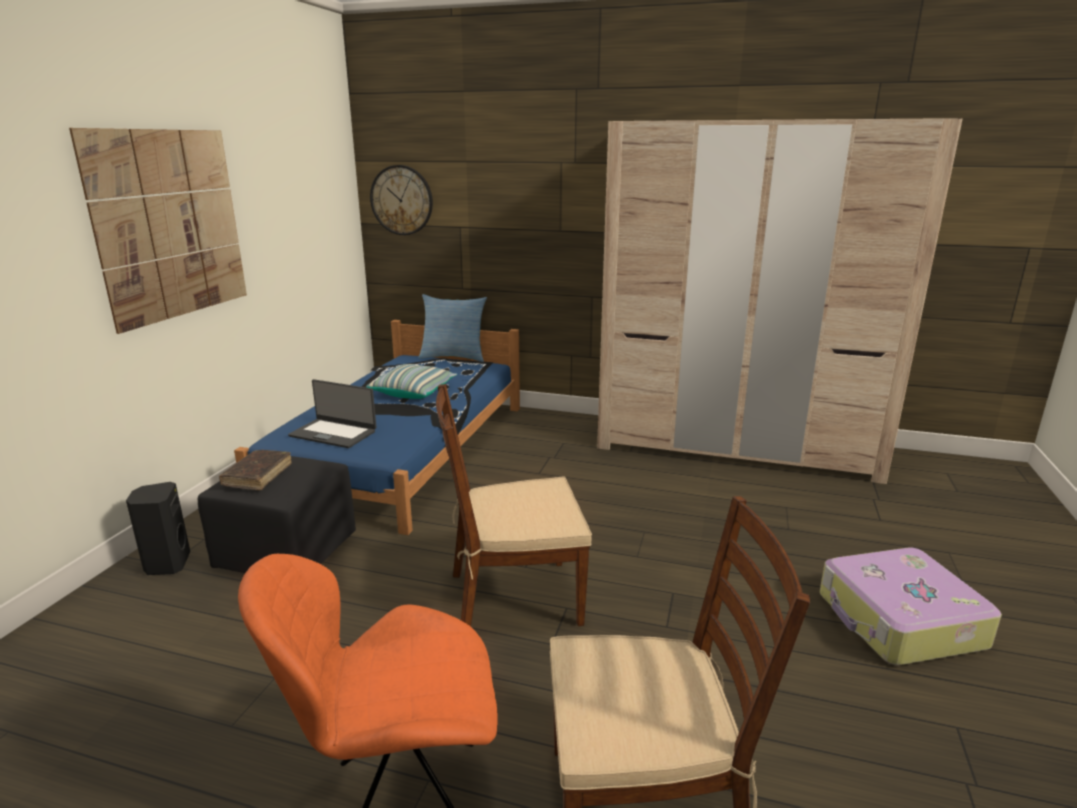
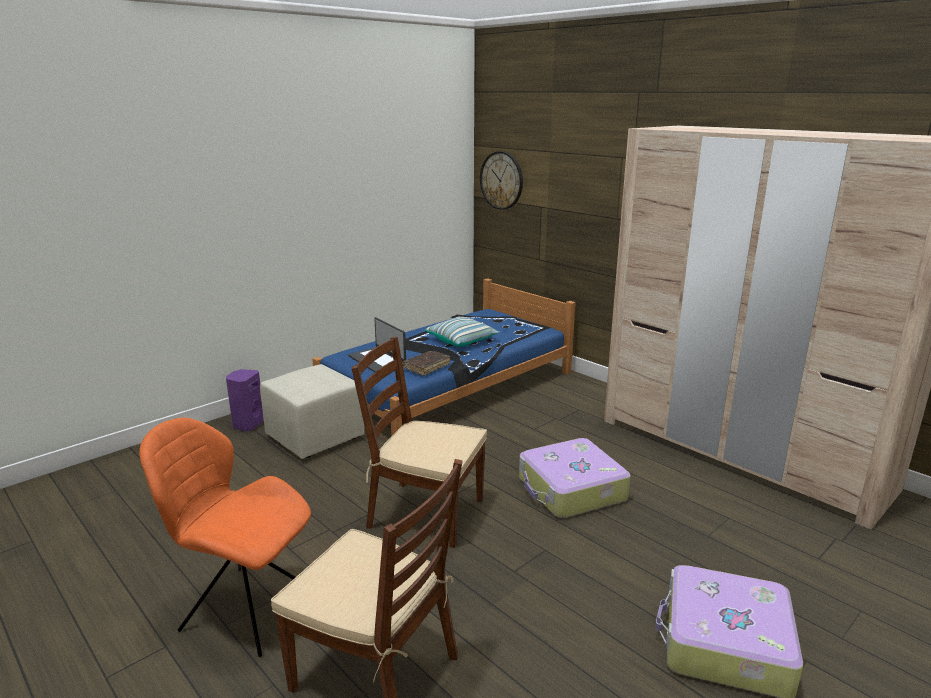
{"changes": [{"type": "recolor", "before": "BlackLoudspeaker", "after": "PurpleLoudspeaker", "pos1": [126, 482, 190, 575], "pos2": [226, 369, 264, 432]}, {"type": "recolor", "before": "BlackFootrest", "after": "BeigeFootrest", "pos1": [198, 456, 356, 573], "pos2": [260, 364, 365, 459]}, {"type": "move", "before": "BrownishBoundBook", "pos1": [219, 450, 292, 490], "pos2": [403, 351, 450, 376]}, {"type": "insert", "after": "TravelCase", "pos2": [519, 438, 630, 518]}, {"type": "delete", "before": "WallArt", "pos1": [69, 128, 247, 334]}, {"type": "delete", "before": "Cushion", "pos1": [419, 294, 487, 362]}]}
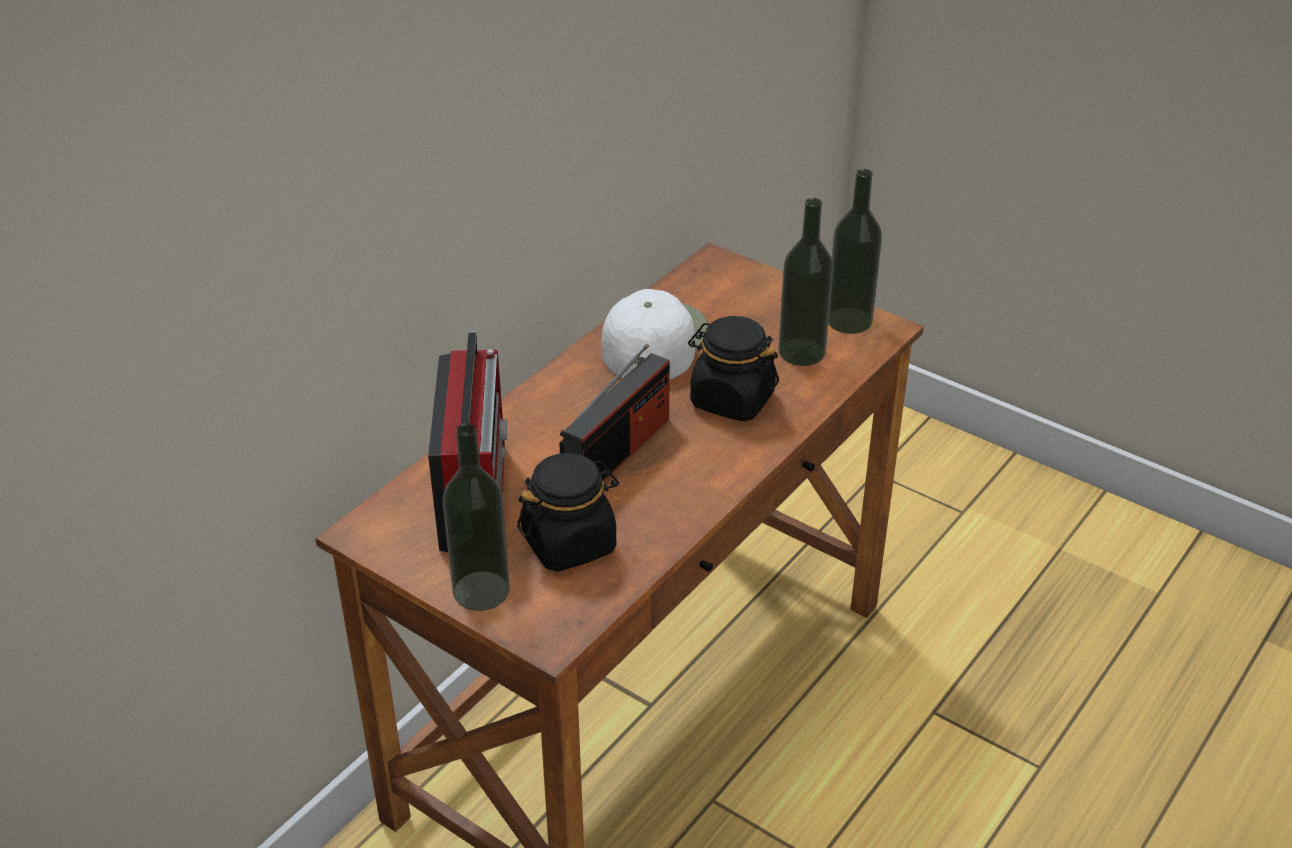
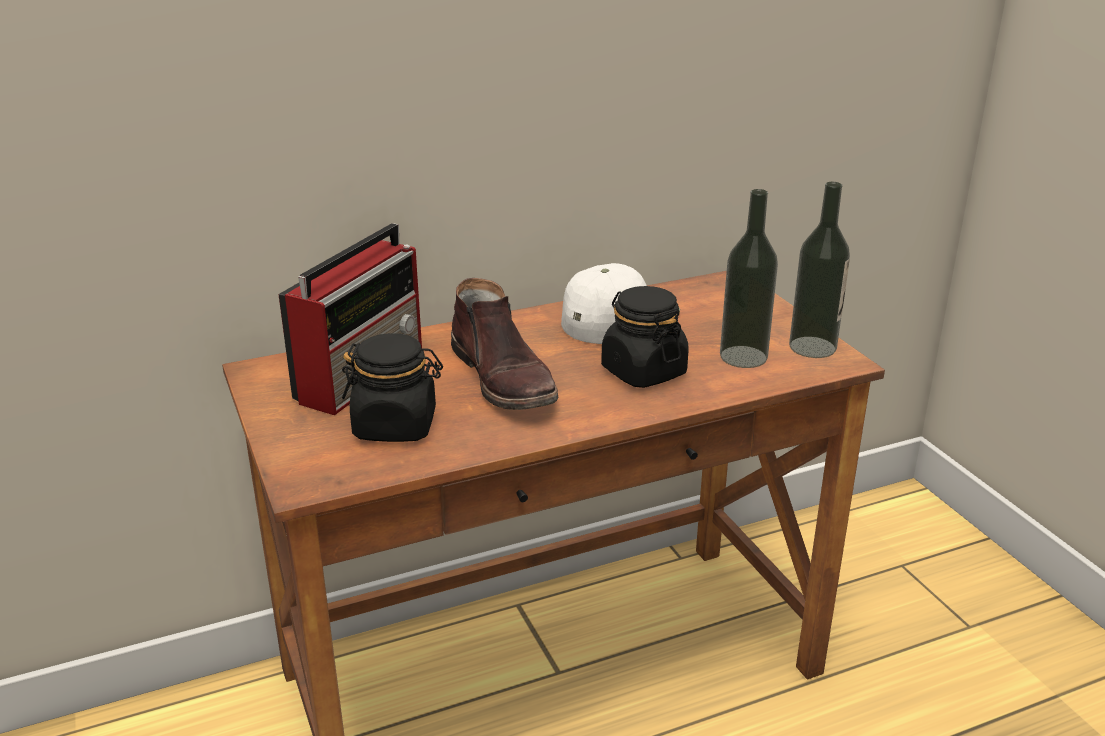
{"changes": [{"type": "replace", "before": "RadioSet", "after": "BrownishHighTopBoot", "pos1": [559, 344, 670, 481], "pos2": [451, 278, 558, 410]}, {"type": "delete", "before": "DrinkBottle", "pos1": [443, 423, 510, 611]}]}
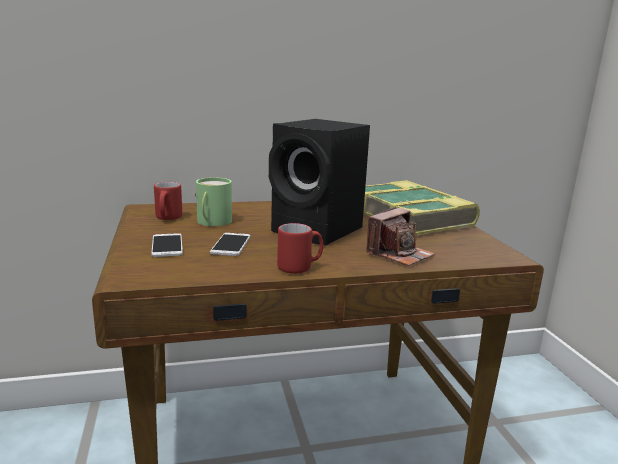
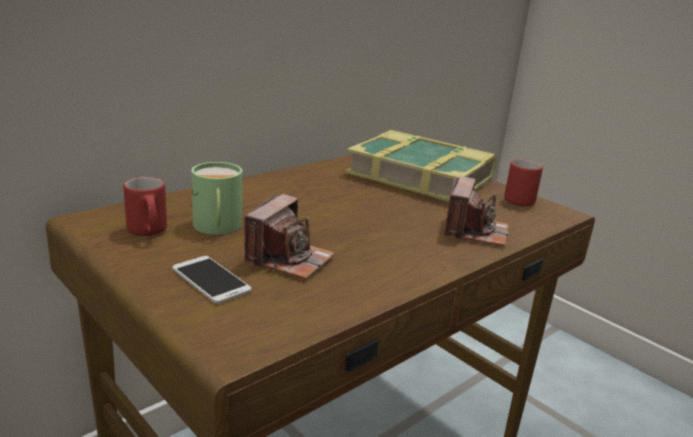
{"changes": [{"type": "replace", "before": "Phone", "after": "StillCamera", "pos1": [210, 233, 250, 256], "pos2": [244, 193, 335, 279]}, {"type": "move", "before": "RedColouredMug", "pos1": [277, 223, 323, 274], "pos2": [504, 159, 543, 206]}, {"type": "delete", "before": "BlackLoudspeaker", "pos1": [269, 119, 370, 246]}]}
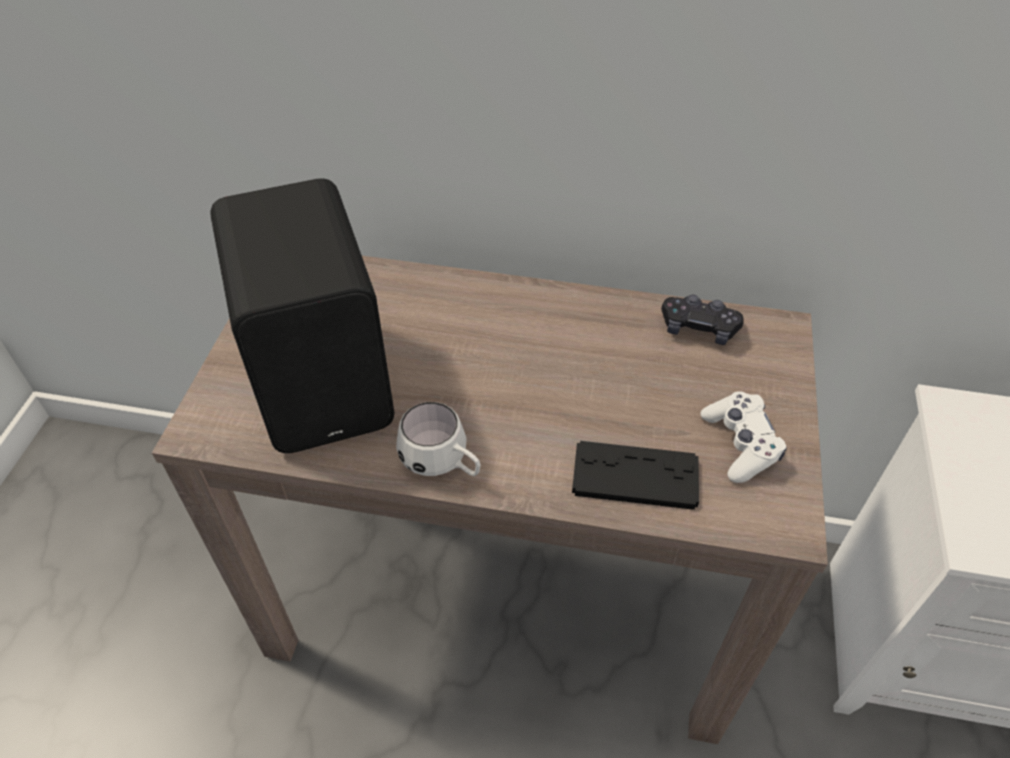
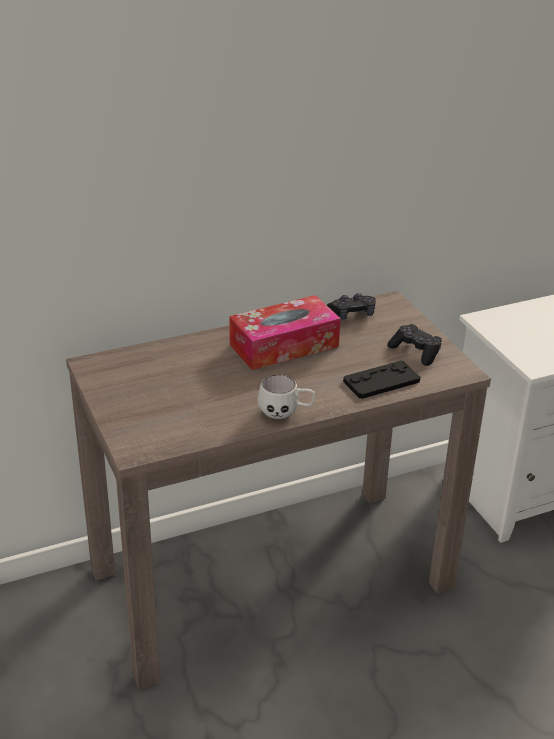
{"changes": [{"type": "insert", "after": "TissueHolder", "pos2": [229, 295, 341, 370]}, {"type": "recolor", "before": "WhiteColouredJoypad", "after": "BlackJoypad", "pos1": [700, 391, 787, 483], "pos2": [387, 324, 442, 366]}, {"type": "delete", "before": "BlackLoudspeaker", "pos1": [210, 178, 394, 453]}]}
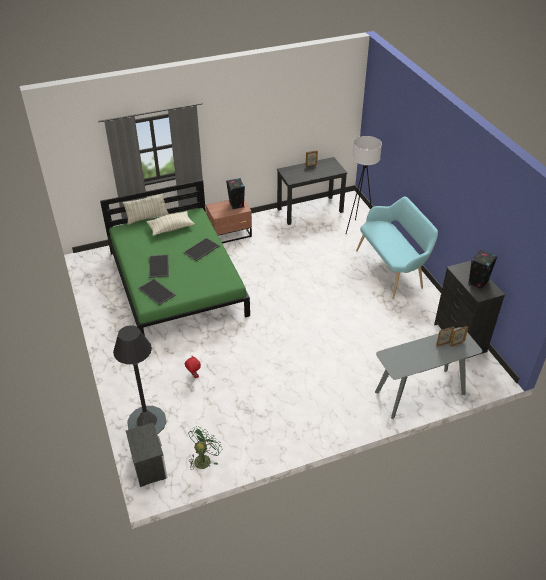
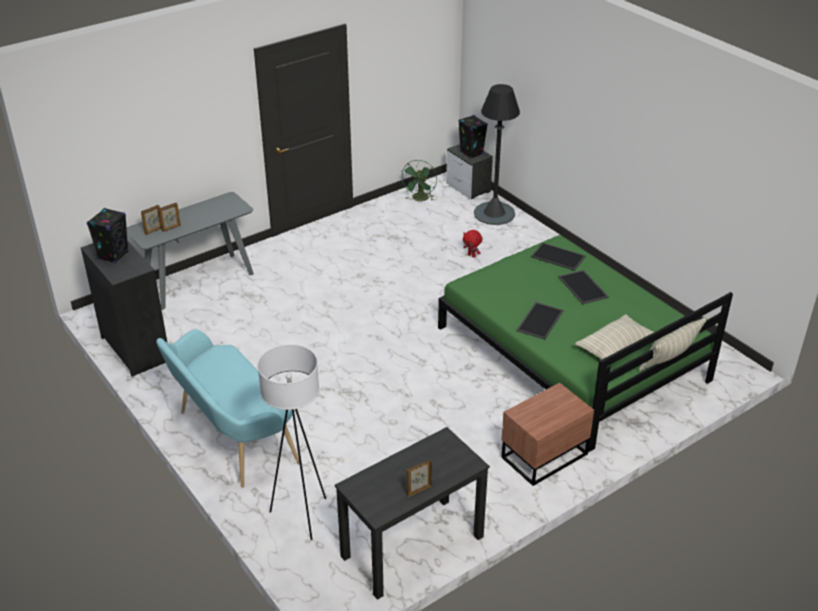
{"changes": [{"type": "move", "before": "BlackLoudspeaker", "pos1": [226, 178, 245, 210], "pos2": [458, 115, 488, 159]}]}
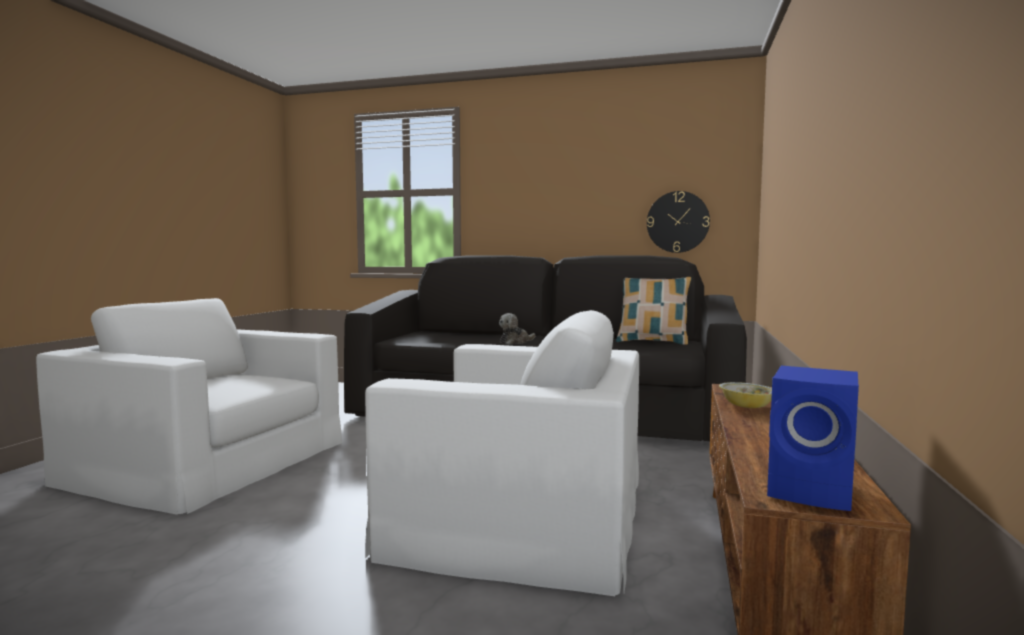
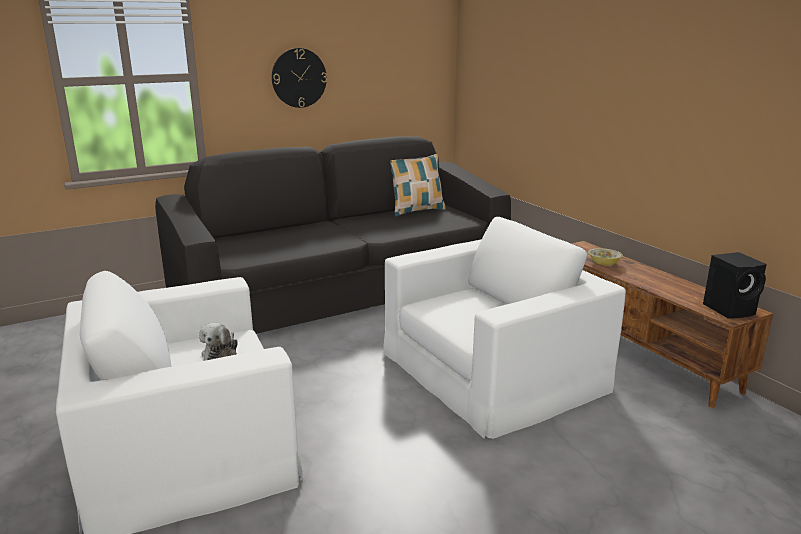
{"changes": [{"type": "move", "before": "PlushToy", "pos1": [499, 313, 535, 344], "pos2": [199, 323, 238, 361]}, {"type": "move", "before": "WallClock", "pos1": [647, 191, 710, 253], "pos2": [272, 48, 327, 108]}, {"type": "recolor", "before": "BlueLoudspeaker", "after": "BlackLoudspeaker", "pos1": [767, 366, 859, 511], "pos2": [703, 252, 767, 319]}]}
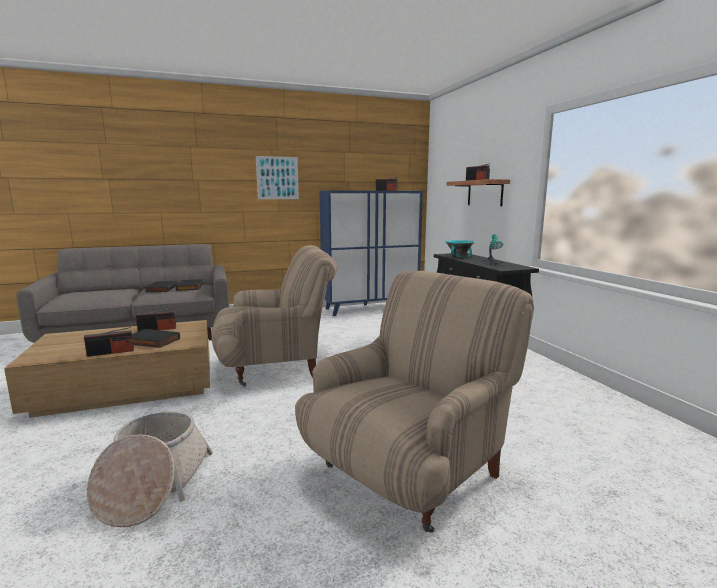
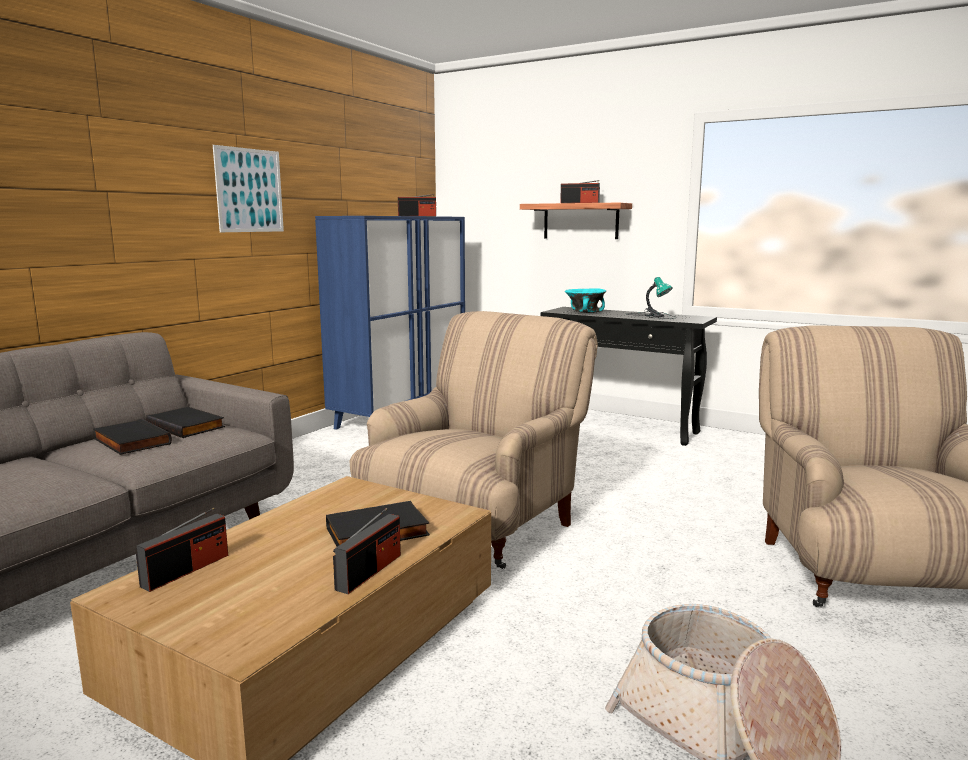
{"changes": [{"type": "move", "before": "RadioSet", "pos1": [136, 308, 176, 332], "pos2": [136, 508, 228, 592]}]}
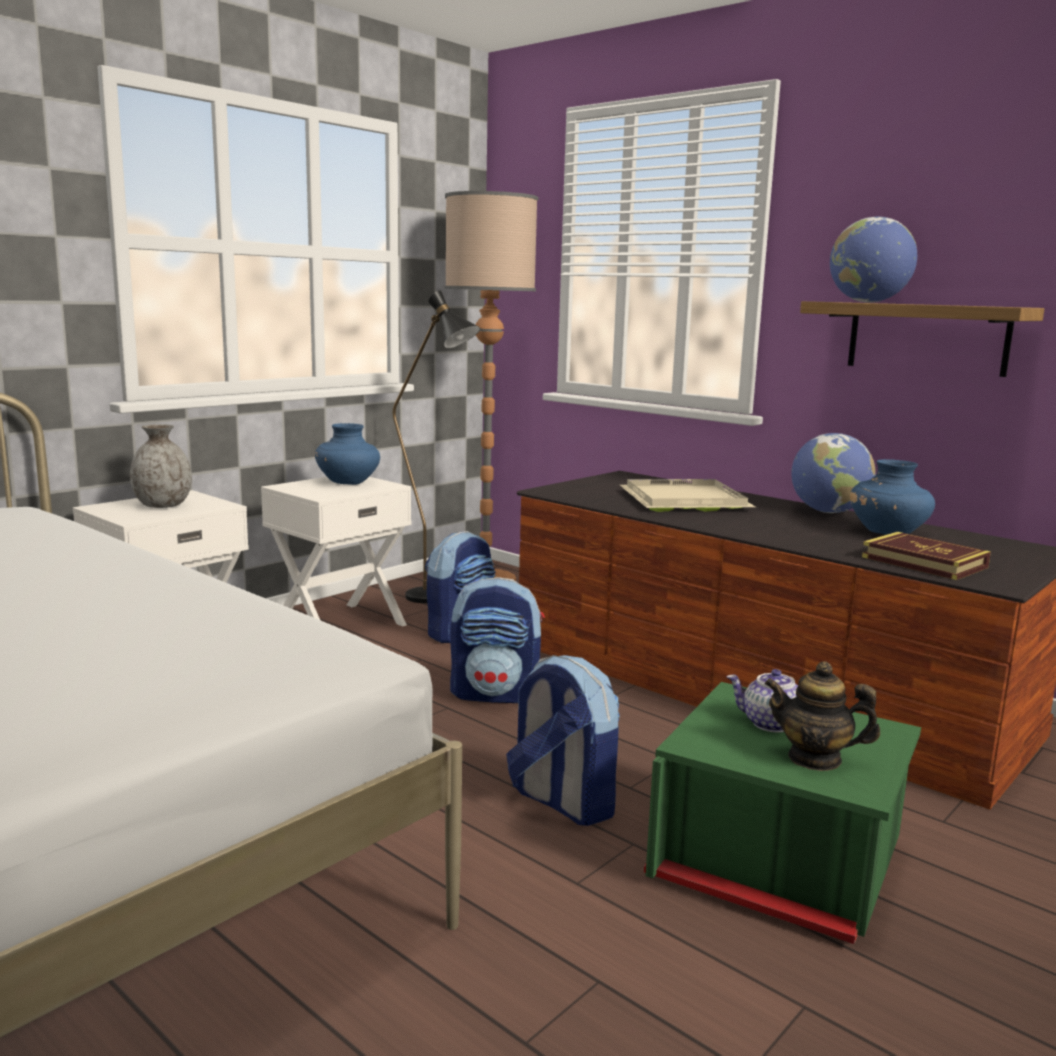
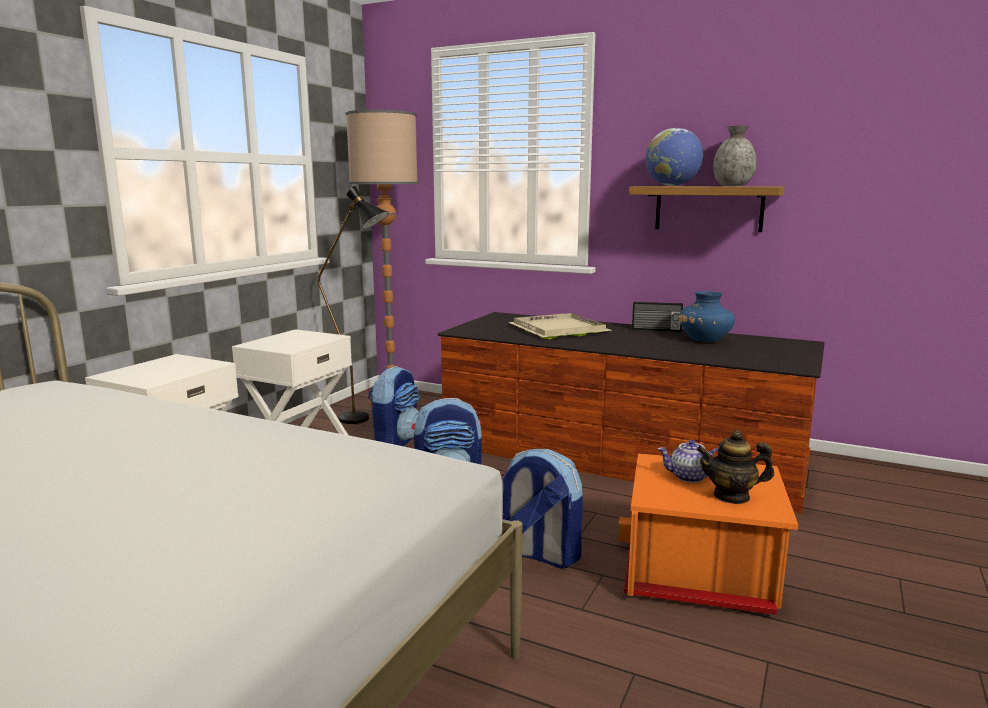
{"changes": [{"type": "recolor", "before": "GreenColouredStorageBox", "after": "OrangeyStorageBox", "pos1": [644, 682, 921, 944], "pos2": [618, 453, 798, 615]}, {"type": "replace", "before": "WorldGlobe", "after": "RadioSet", "pos1": [791, 433, 875, 513], "pos2": [632, 302, 683, 332]}, {"type": "move", "before": "GreyishVase", "pos1": [130, 424, 192, 508], "pos2": [713, 126, 757, 186]}, {"type": "delete", "before": "BlueVase", "pos1": [315, 423, 380, 485]}, {"type": "delete", "before": "BoundBook", "pos1": [862, 532, 991, 580]}]}
